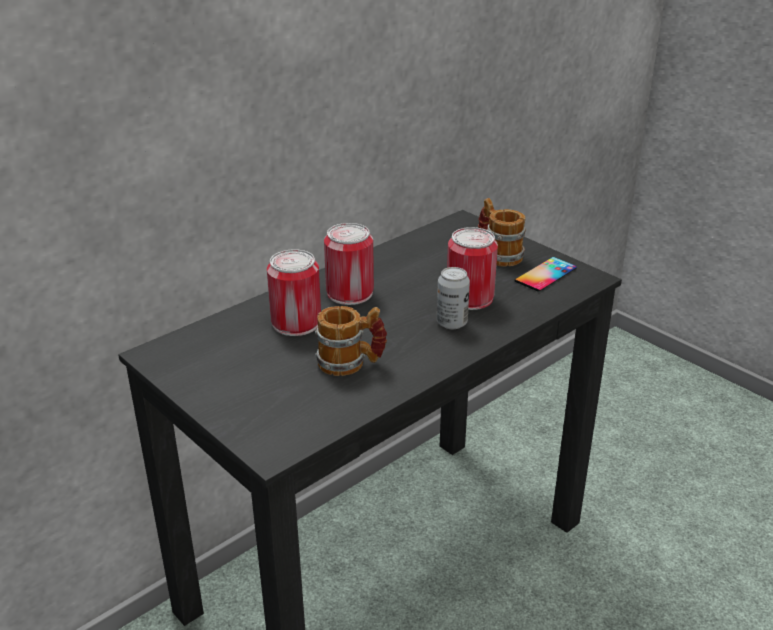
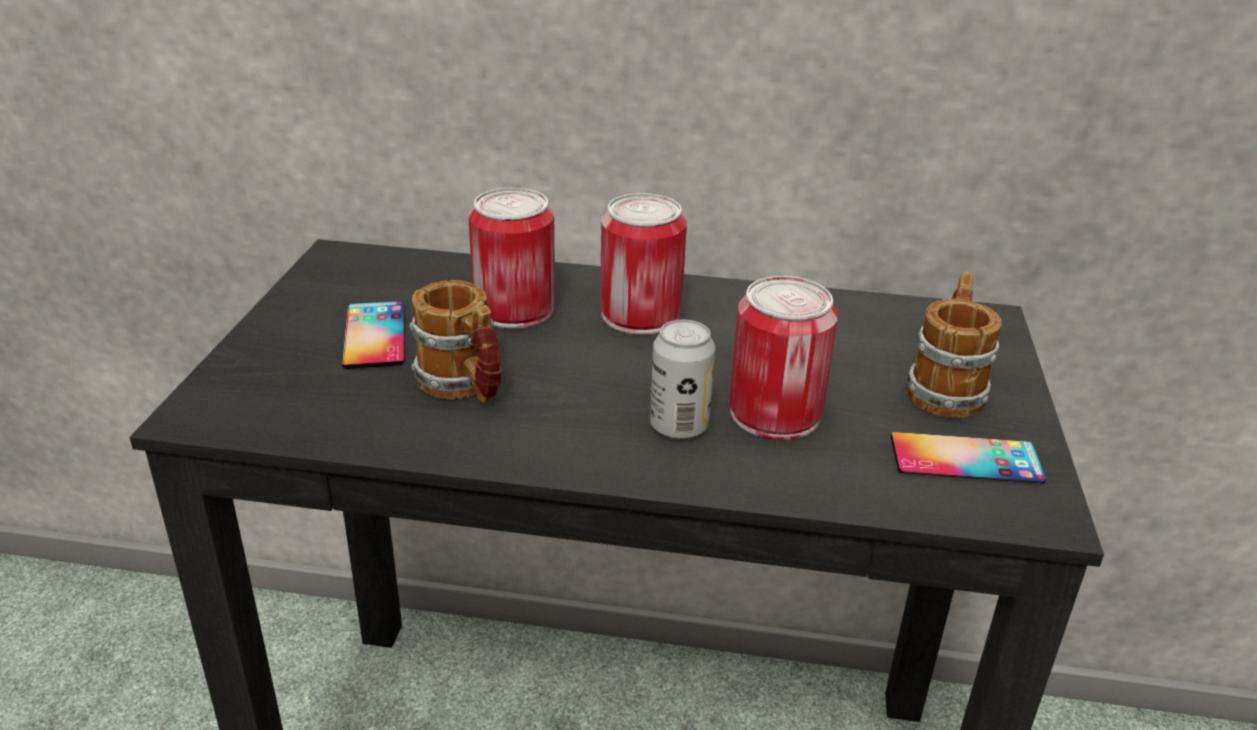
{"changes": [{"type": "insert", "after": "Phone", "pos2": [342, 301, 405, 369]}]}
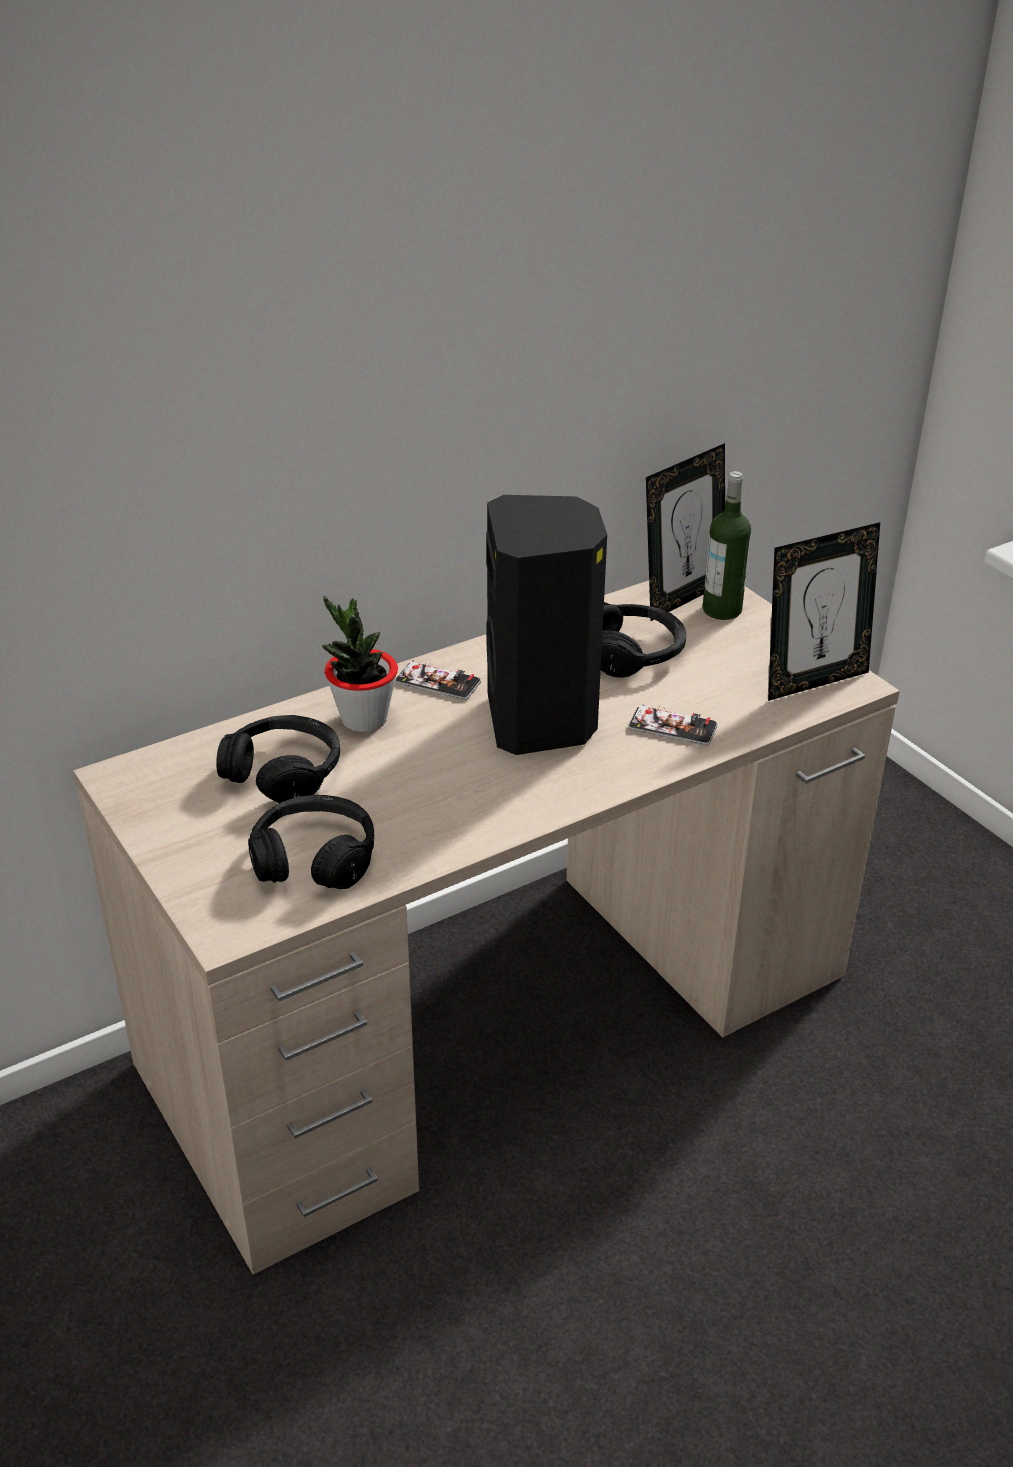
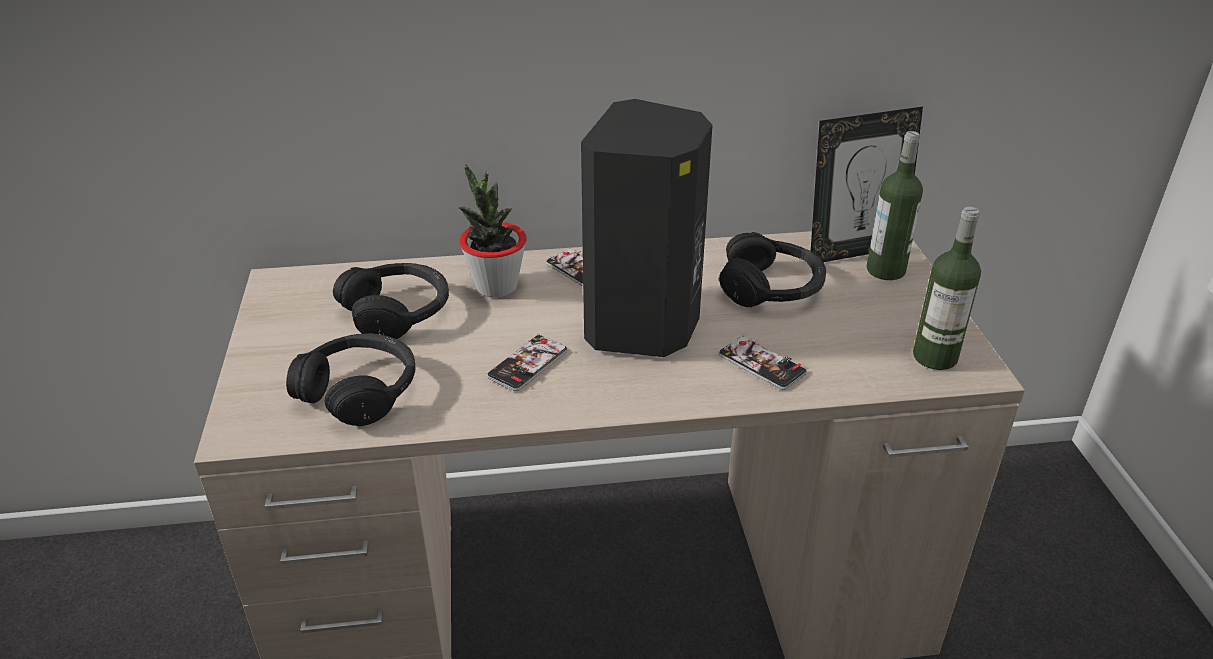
{"changes": [{"type": "insert", "after": "Phone", "pos2": [487, 333, 568, 391]}, {"type": "replace", "before": "PictureFrame", "after": "DrinkBottle", "pos1": [768, 522, 880, 701], "pos2": [913, 207, 981, 370]}]}
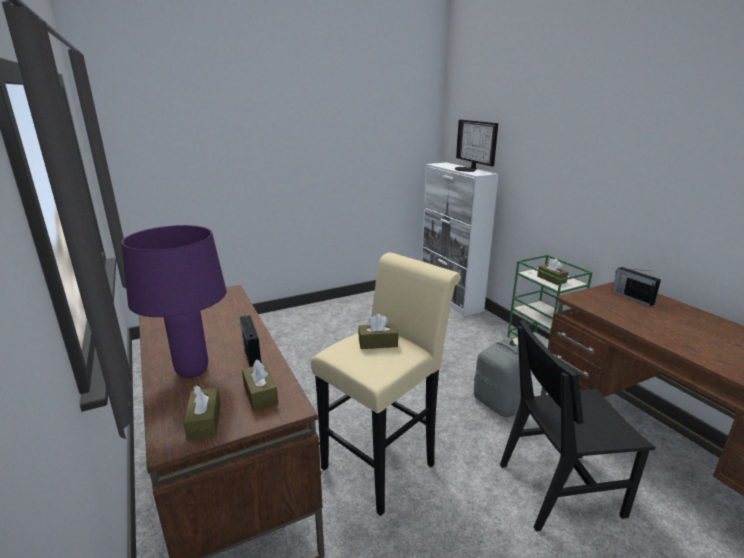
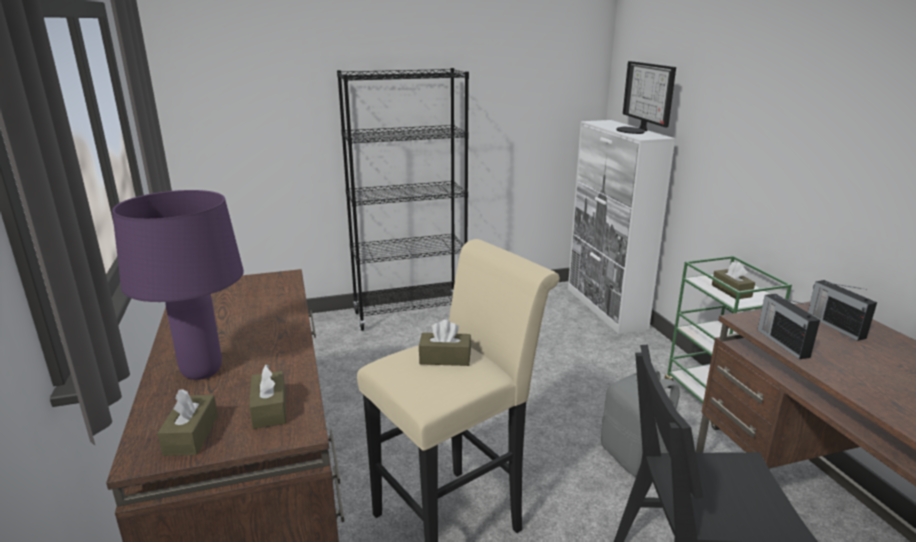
{"changes": [{"type": "insert", "after": "BlackBookshelf", "pos2": [337, 68, 469, 331]}, {"type": "move", "before": "RadioSet", "pos1": [240, 315, 262, 367], "pos2": [757, 294, 820, 359]}]}
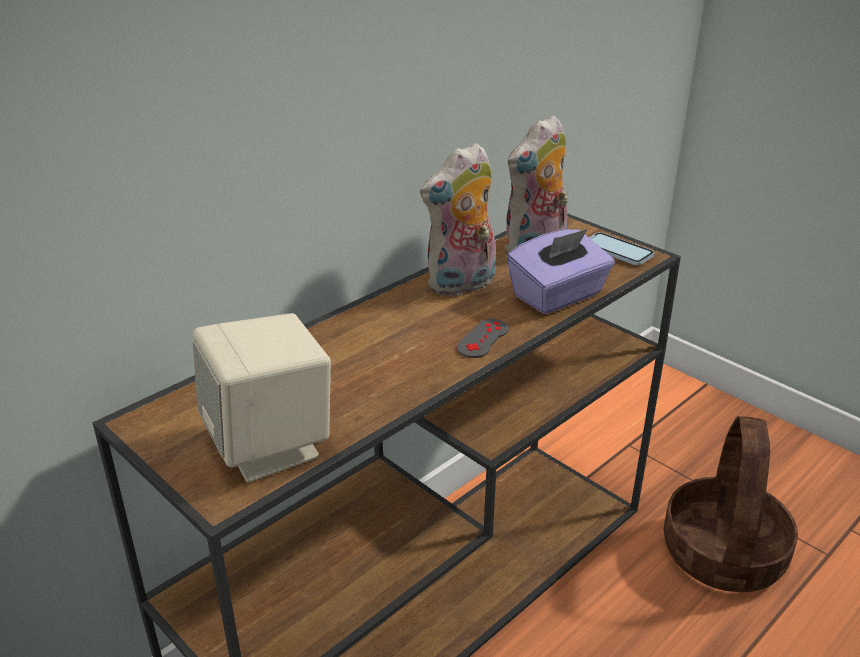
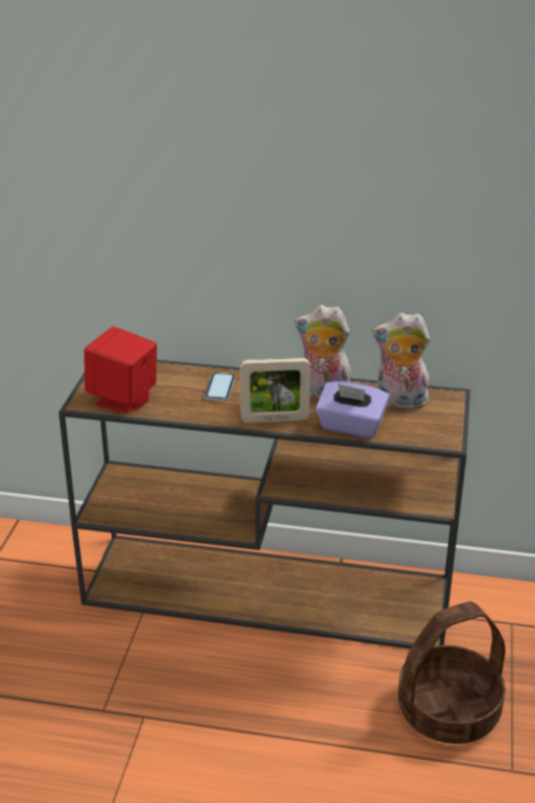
{"changes": [{"type": "recolor", "before": "BeigeLoudspeaker", "after": "RedColouredLoudspeaker", "pos1": [192, 313, 331, 482], "pos2": [84, 326, 157, 413]}, {"type": "move", "before": "Phone", "pos1": [589, 232, 655, 265], "pos2": [204, 373, 236, 401]}, {"type": "replace", "before": "GreyishJoypad", "after": "PictureFrame", "pos1": [456, 319, 509, 358], "pos2": [240, 358, 310, 423]}]}
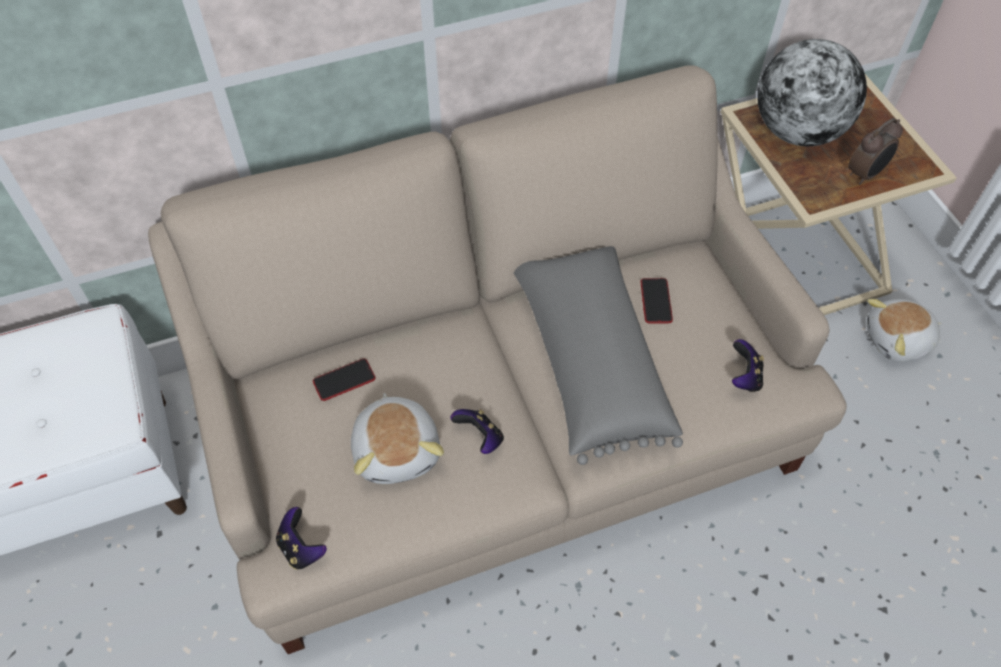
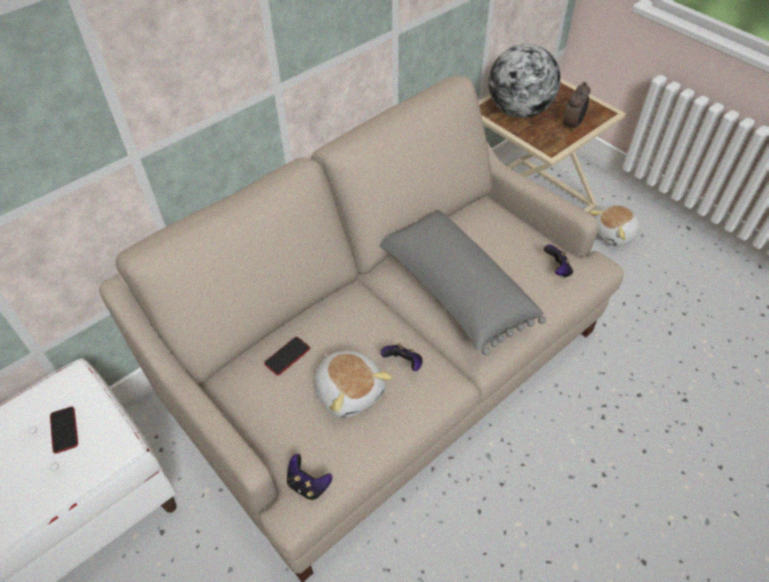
{"changes": [{"type": "move", "before": "Phone", "pos1": [640, 278, 673, 323], "pos2": [50, 407, 78, 454]}]}
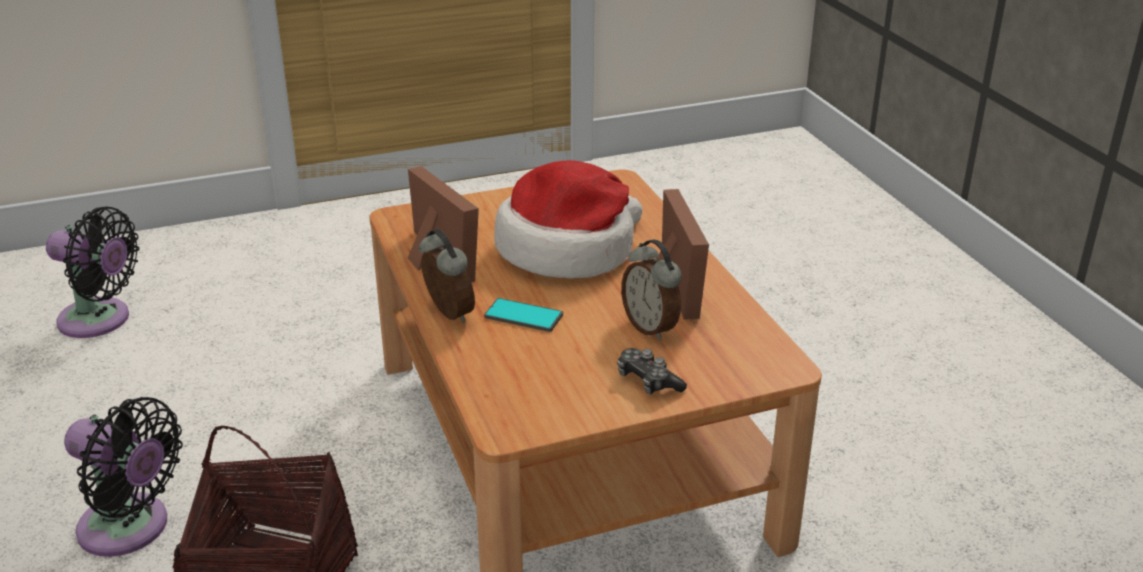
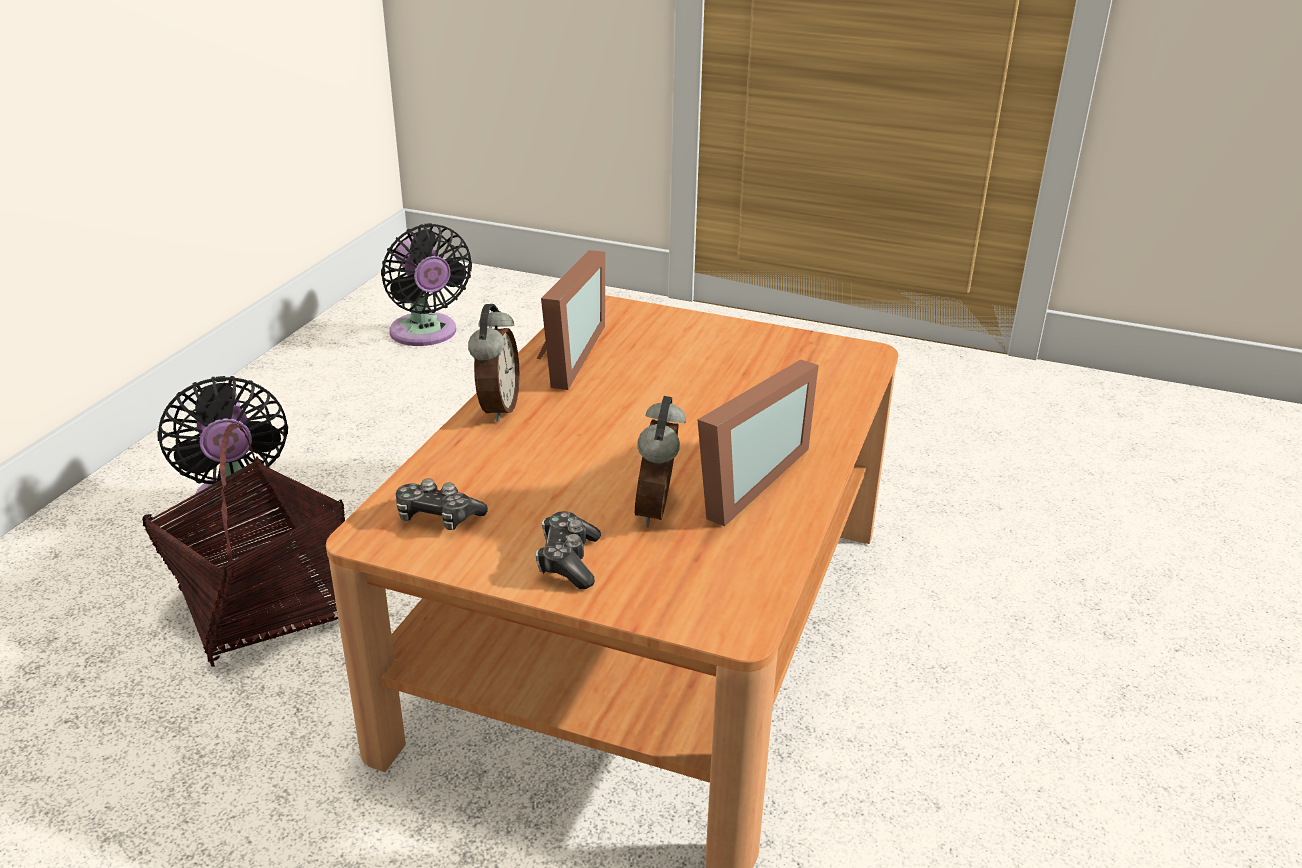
{"changes": [{"type": "insert", "after": "Joypad", "pos2": [396, 478, 488, 530]}, {"type": "delete", "before": "Phone", "pos1": [484, 298, 563, 332]}, {"type": "delete", "before": "WearableHat", "pos1": [494, 160, 643, 279]}]}
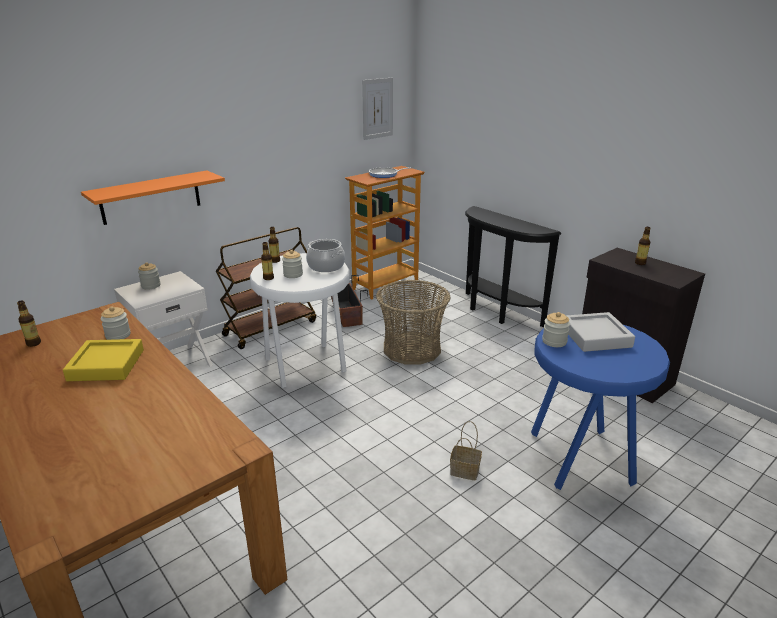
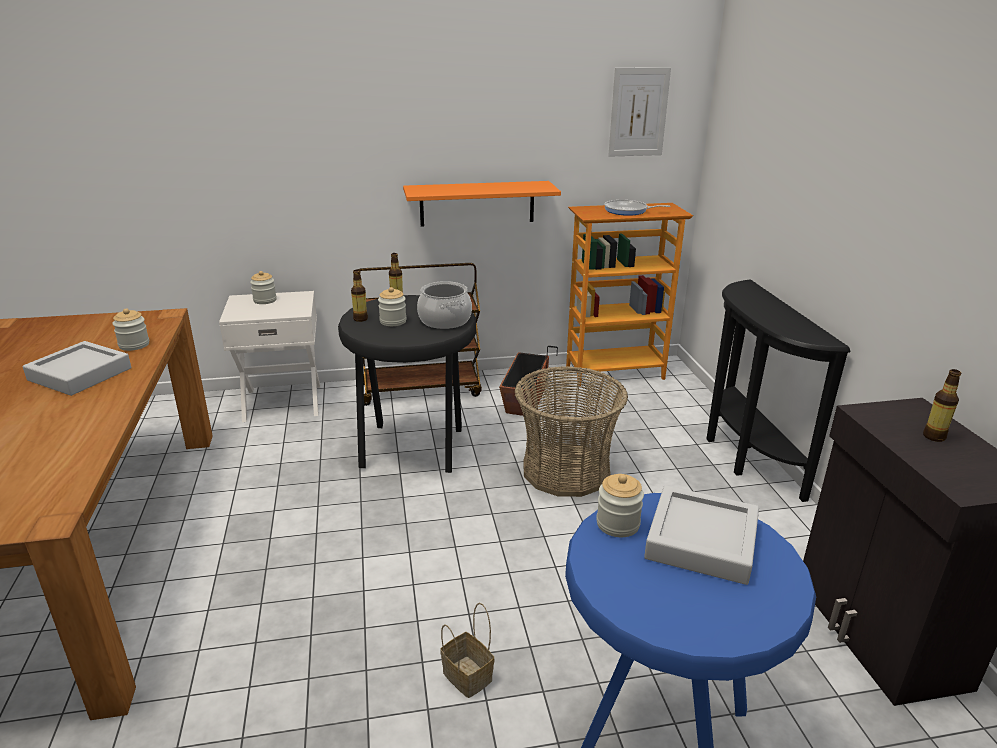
{"changes": [{"type": "recolor", "before": "YellowishTray", "after": "GreyishTray", "pos1": [63, 339, 144, 381], "pos2": [23, 341, 131, 396]}, {"type": "recolor", "before": "WhiteColouredStoolSeat", "after": "BlackStoolSeat", "pos1": [250, 253, 350, 388], "pos2": [338, 295, 476, 473]}, {"type": "move", "before": "OrangeyBracketShelf", "pos1": [81, 170, 225, 225], "pos2": [403, 181, 561, 227]}, {"type": "delete", "before": "DrinkBottle", "pos1": [17, 300, 41, 347]}]}
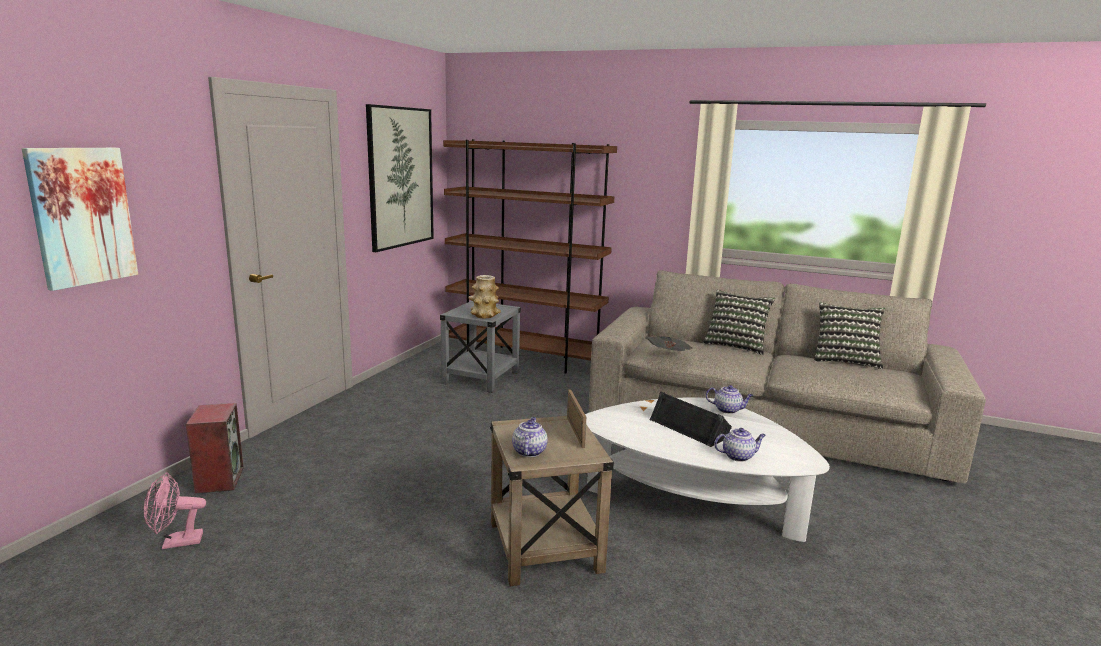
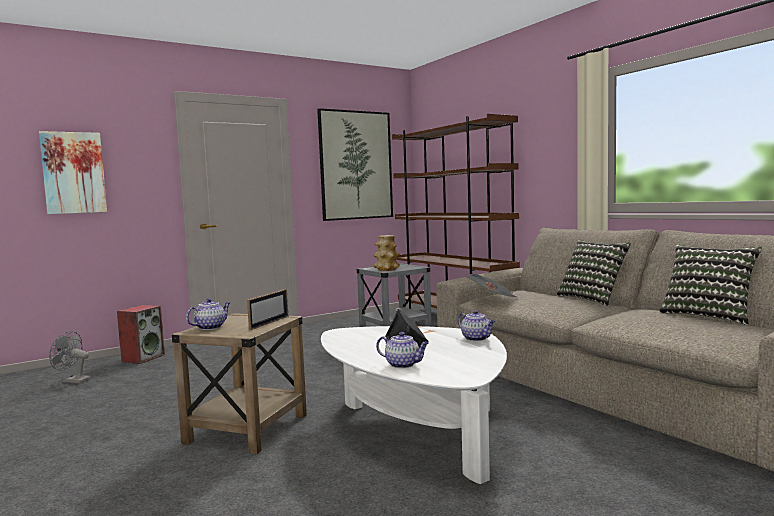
{"changes": [{"type": "recolor", "before": "PinkCoolingFan", "after": "GreyishCoolingFan", "pos1": [144, 472, 206, 549], "pos2": [49, 331, 91, 384]}]}
